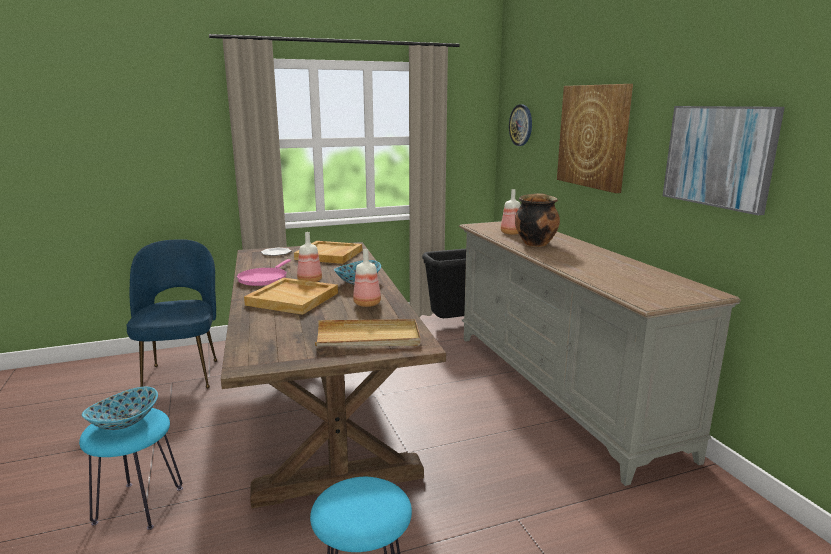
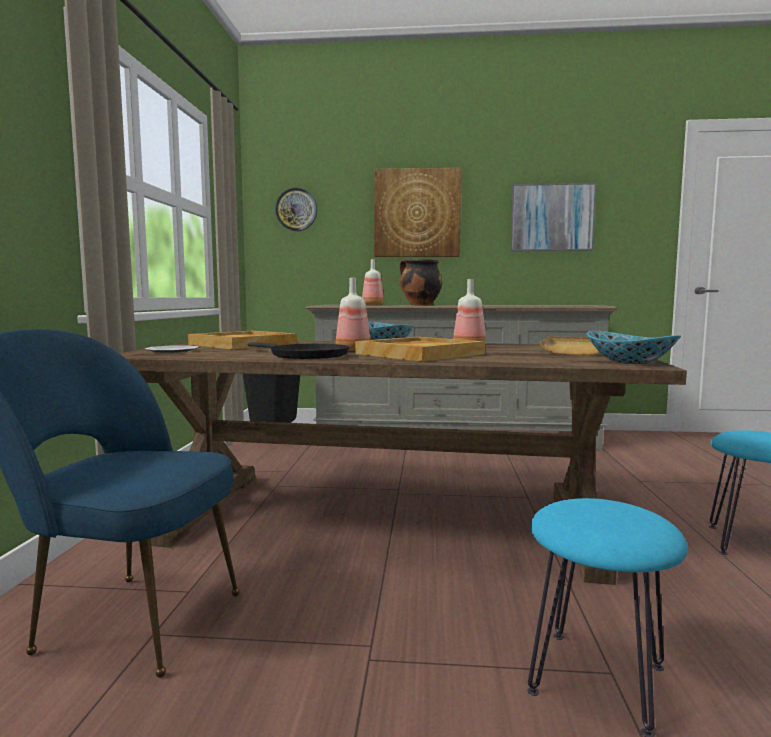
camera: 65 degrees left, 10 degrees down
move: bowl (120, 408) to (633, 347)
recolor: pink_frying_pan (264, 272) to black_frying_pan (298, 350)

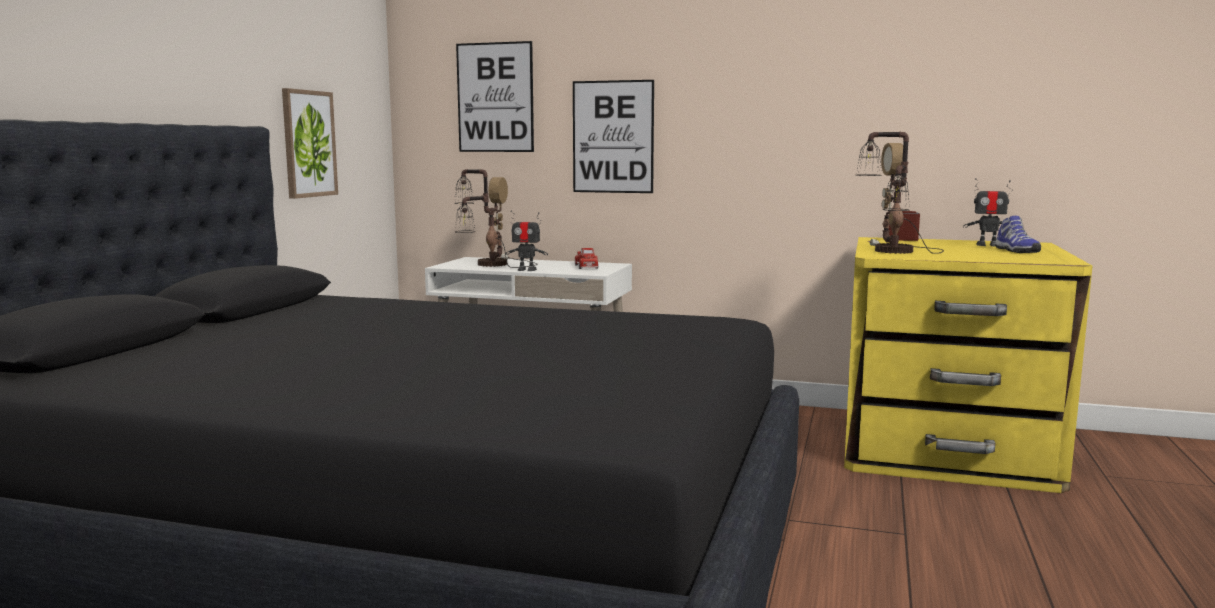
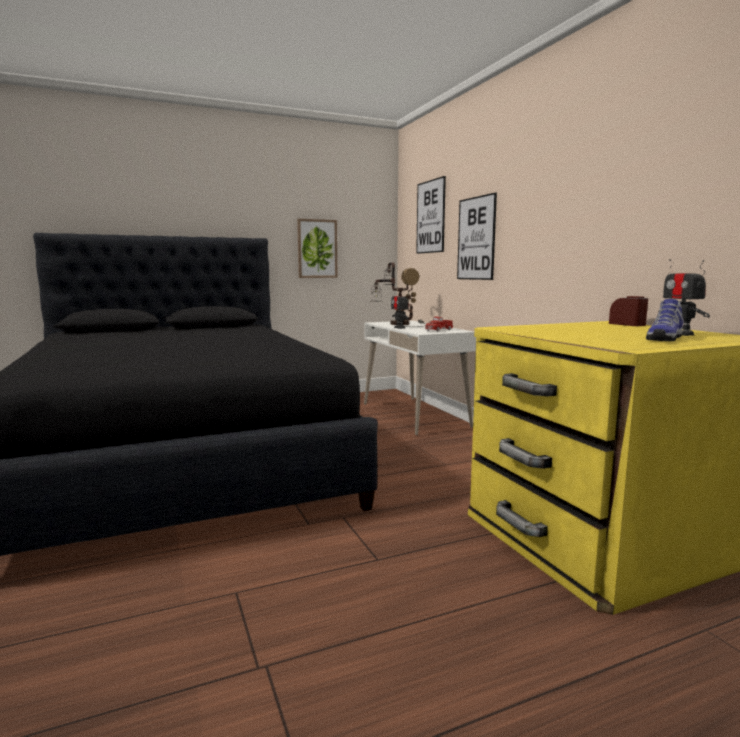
camera: 50 degrees right, 0 degrees up
delete: table_lamp (900, 192)

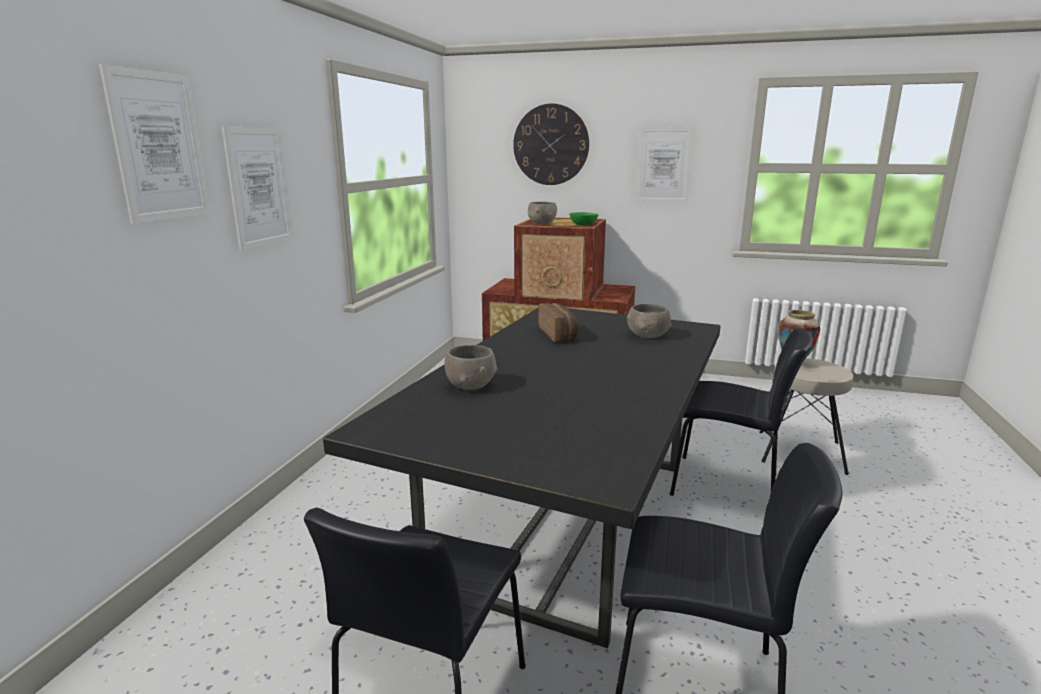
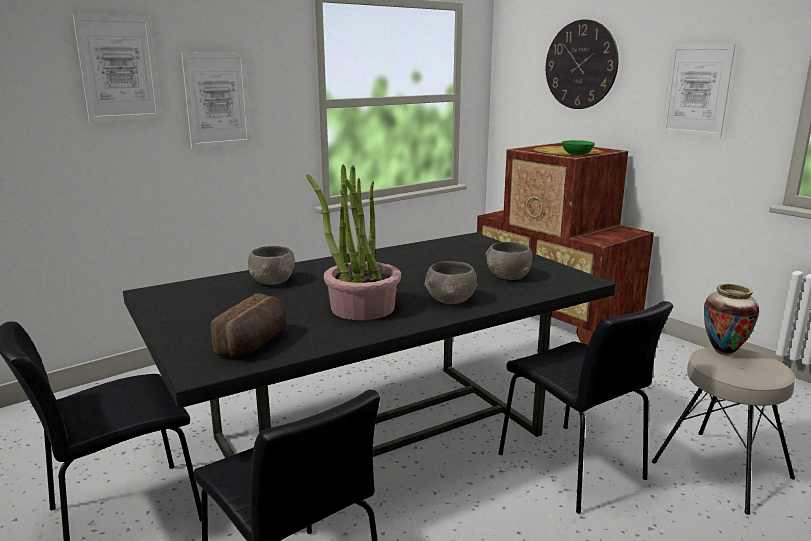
camera: 35 degrees right, 0 degrees up
insert: potted_plant (353, 242)
move: grey_bowl (542, 213) to (451, 282); bread (559, 323) to (248, 325)

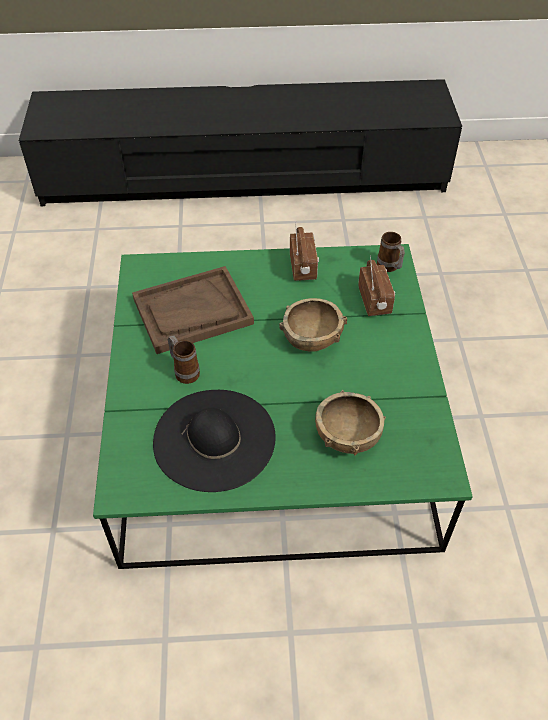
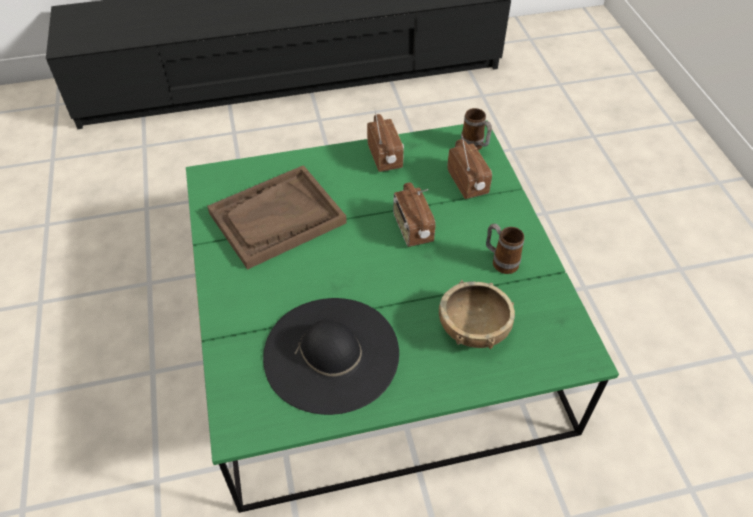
camera: 10 degrees left, 0 degrees up
move: mug (184, 359) to (505, 249)
replace: brown_bowl (313, 325) to radio (414, 214)

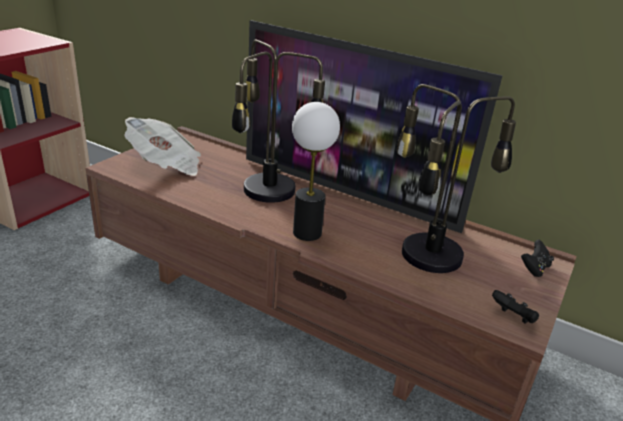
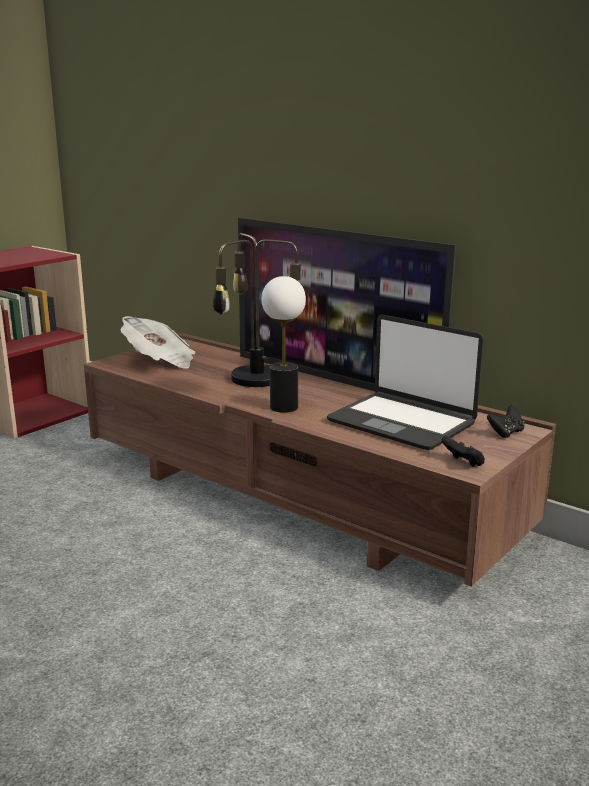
camera: 10 degrees right, 10 degrees down
replace: table_lamp (456, 178) to laptop (405, 382)

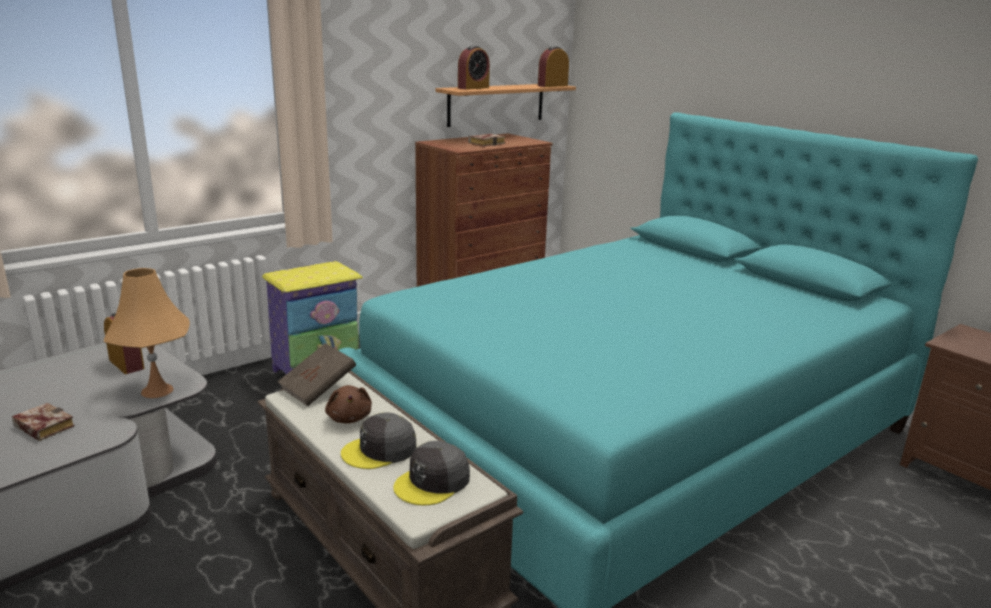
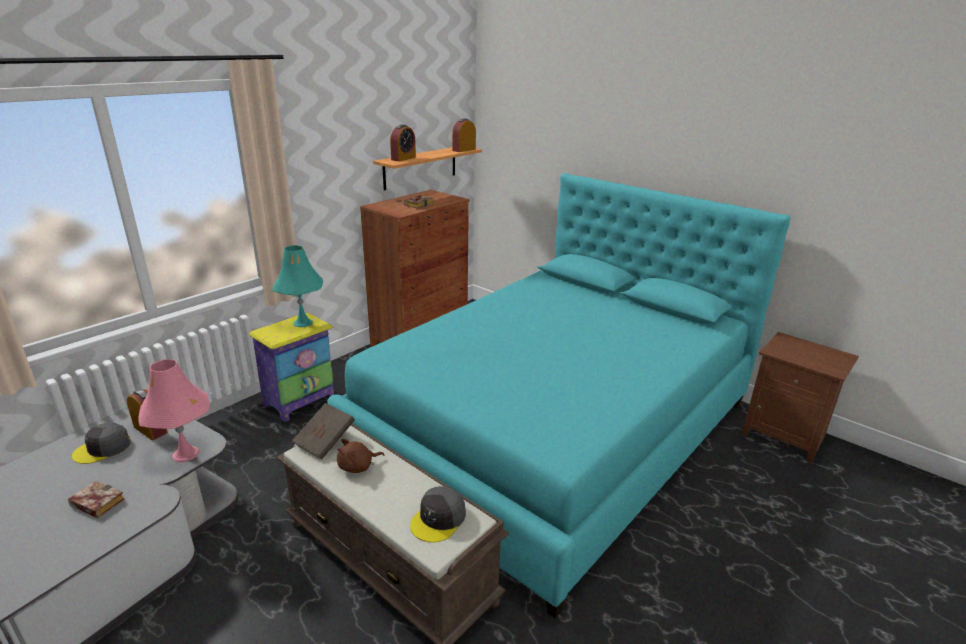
camera: 10 degrees left, 5 degrees up
insert: turquoise_table_lamp (297, 286)
move: grey_cap (379, 440) to (101, 443)
recolor: orange_table_lamp (147, 333) to pink_table_lamp (173, 410)
rotate: brown_plush_toy (348, 404) = (361, 456) 90 degrees clockwise

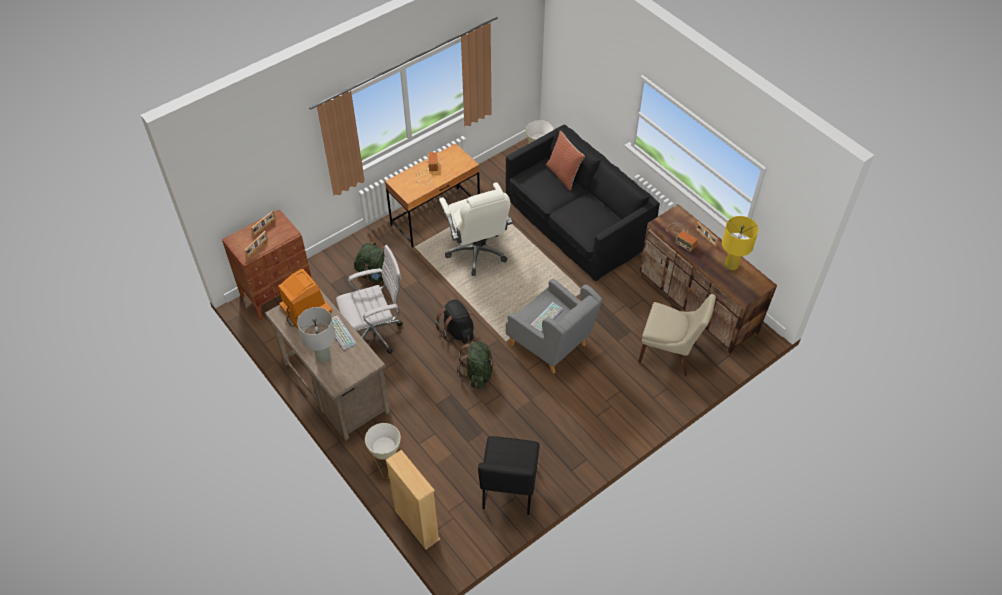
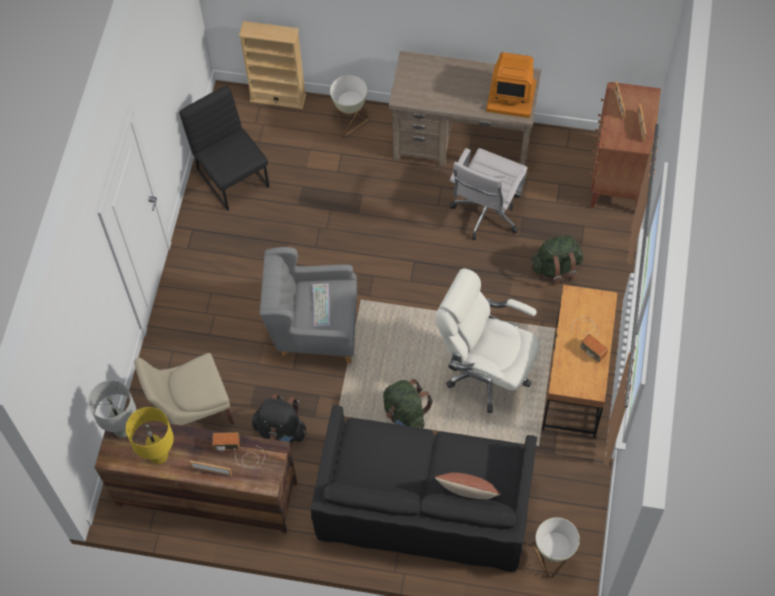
camera: 140 degrees right, 10 degrees up
delete: keyboard (341, 332)
move: grey_table_lamp (316, 334) to (112, 409); black_backpack (454, 321) to (279, 418); green_backpack (476, 365) to (408, 404)

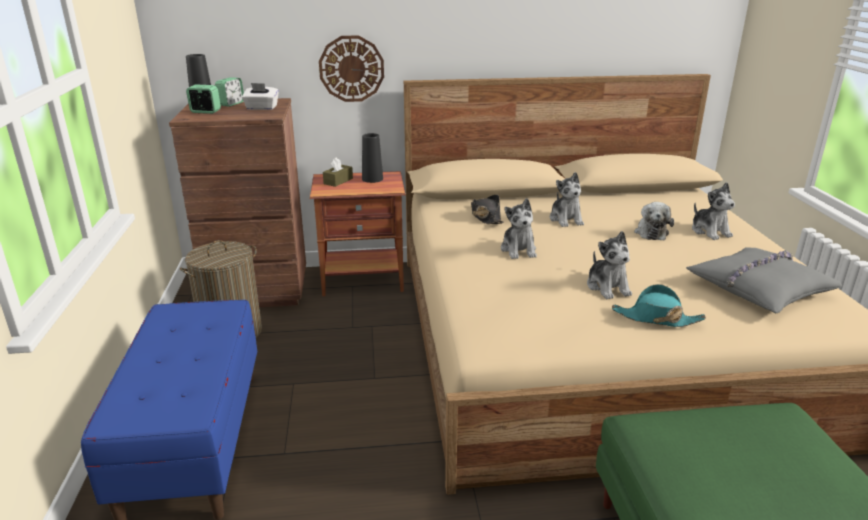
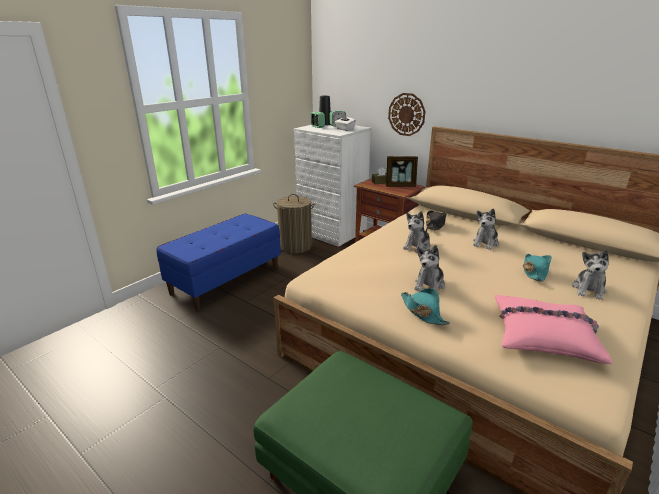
camera: 45 degrees right, 0 degrees up
replace: black_vase (372, 158) to picture_frame (402, 171); plush_toy (654, 221) to turquoise_hat (537, 268)
recolor: brown_dresser (237, 202) to white_dresser (332, 186); grey_pillow (764, 280) to pink_pillow (553, 329)

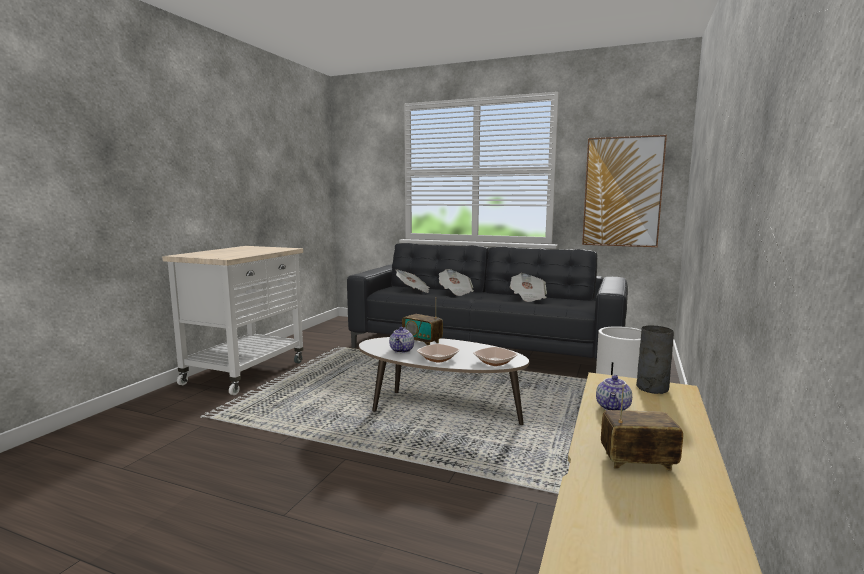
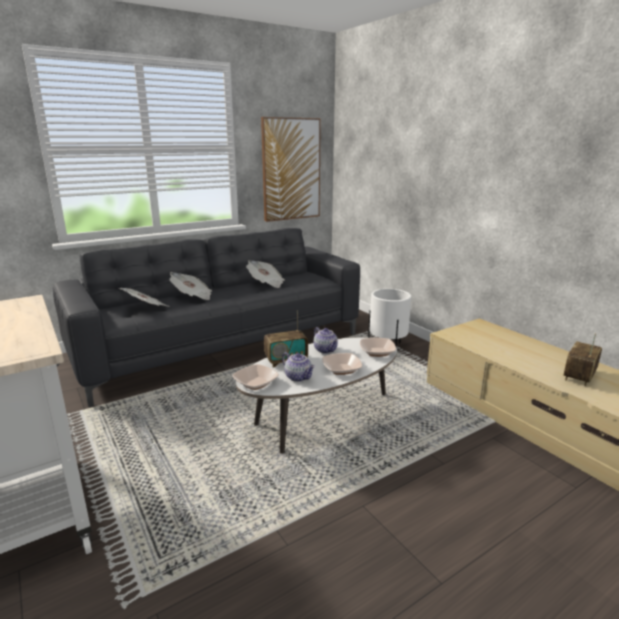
camera: 55 degrees left, 10 degrees up
delete: grey_vase (655, 359)
insert: bowl (255, 377)
move: teapot (614, 392) to (326, 340)

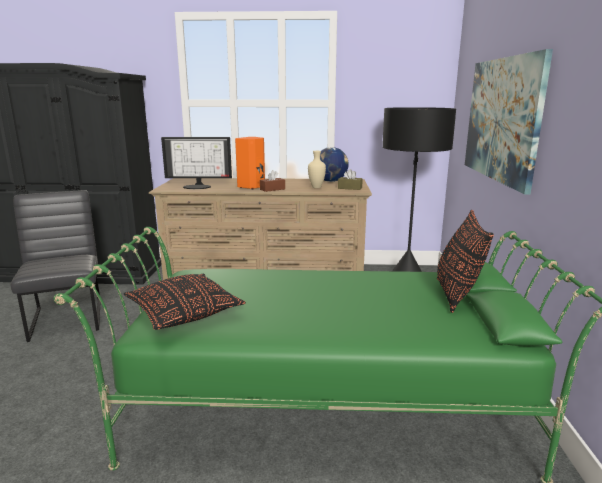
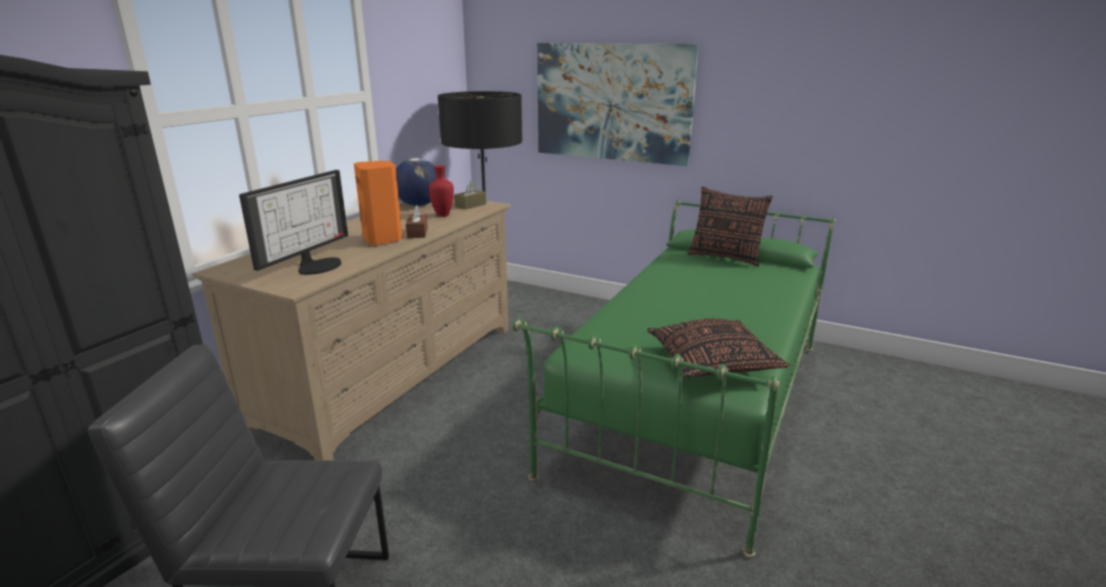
camera: 65 degrees left, 5 degrees up
recolor: beige_vase (317, 169) to red_vase (441, 191)

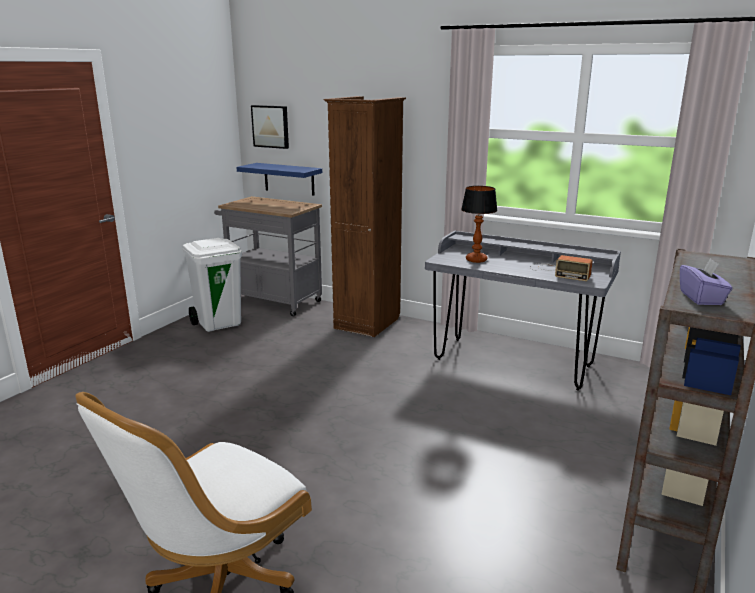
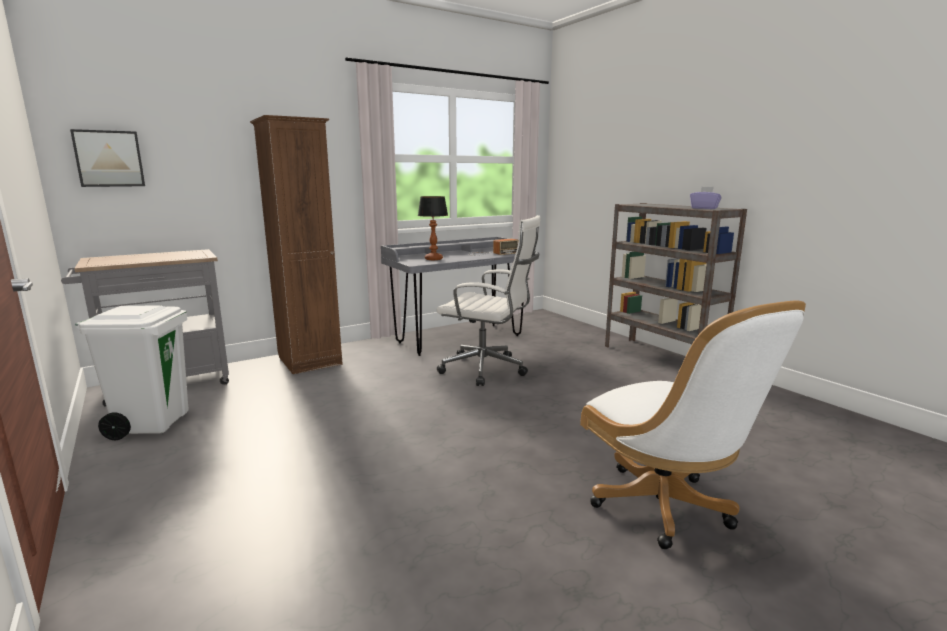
camera: 60 degrees left, 5 degrees down
delete: blue_shelf (279, 179)
insert: white_office_chair (488, 300)

